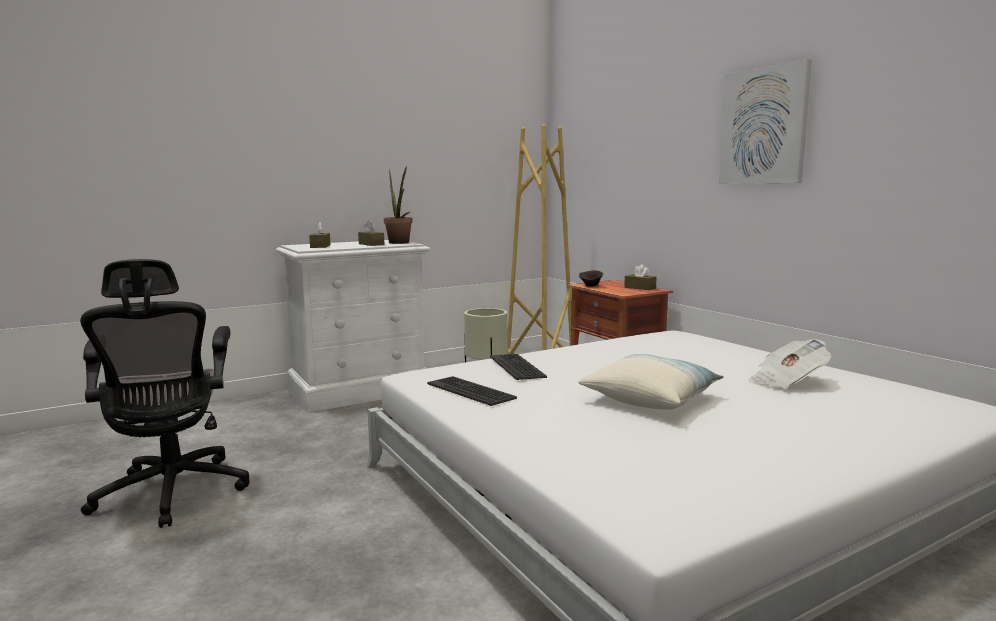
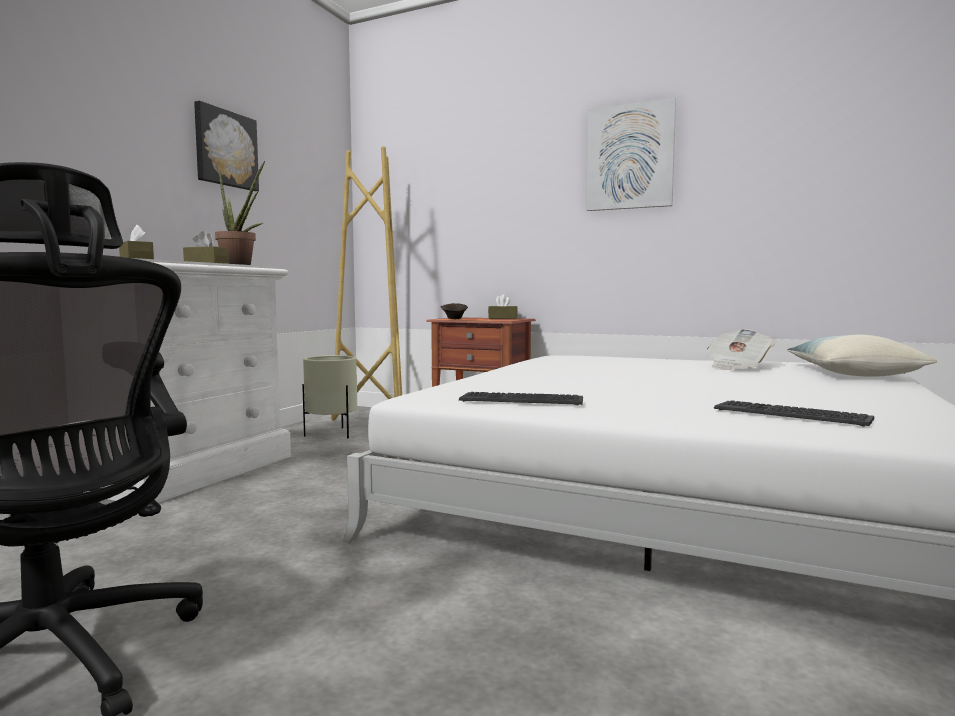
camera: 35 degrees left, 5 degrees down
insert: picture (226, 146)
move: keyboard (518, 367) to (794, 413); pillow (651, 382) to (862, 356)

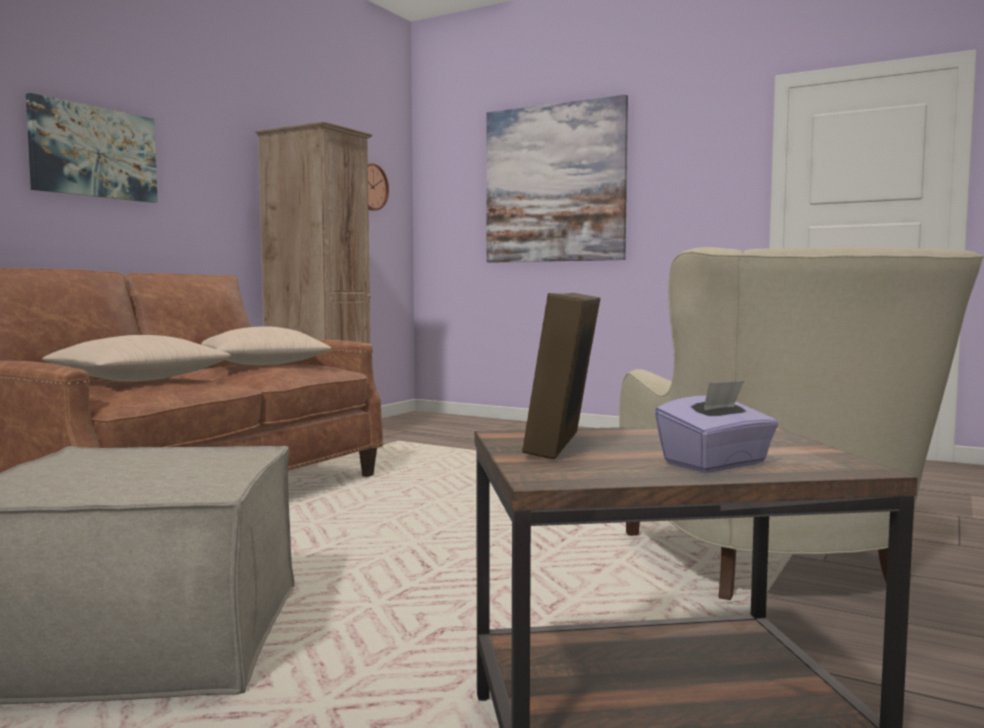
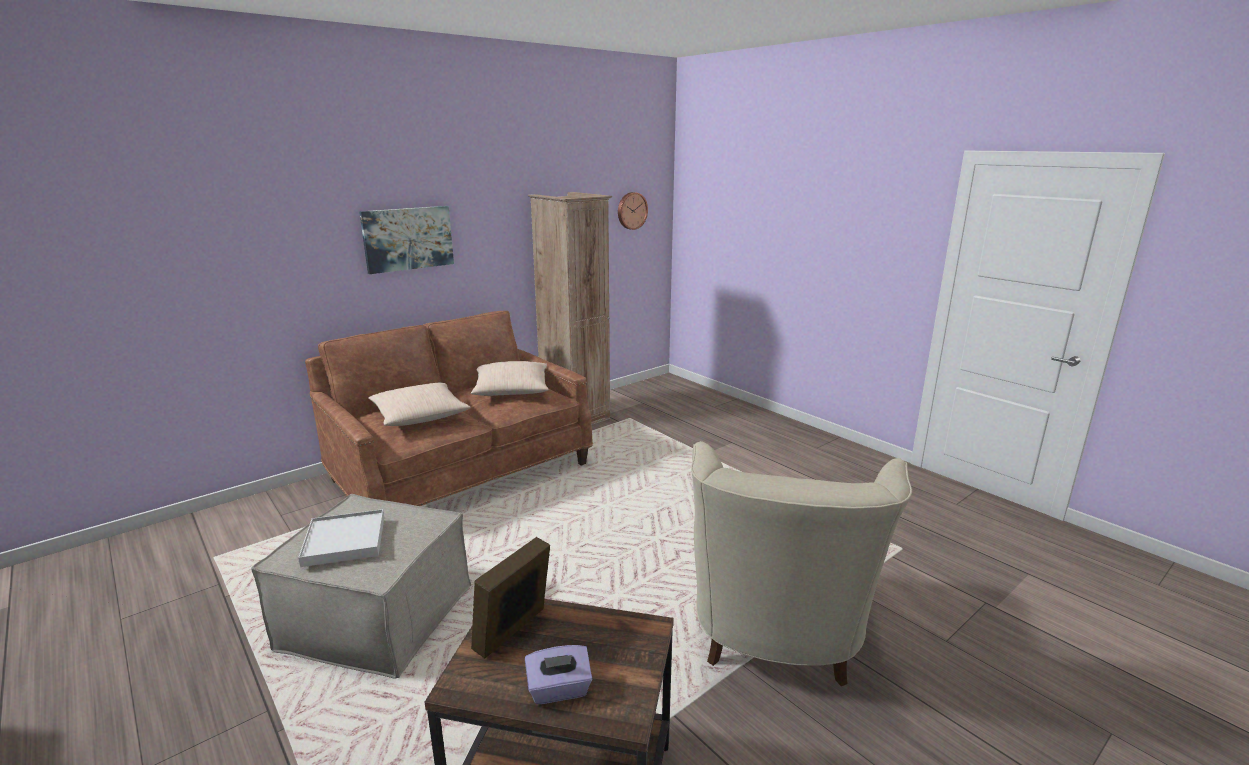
camera: 20 degrees right, 15 degrees up
delete: picture (557, 178)
insert: white_tray (341, 538)

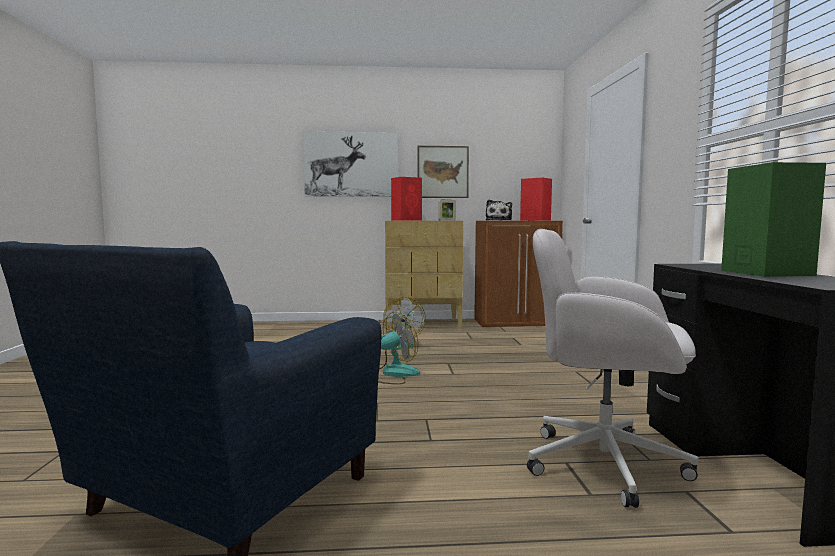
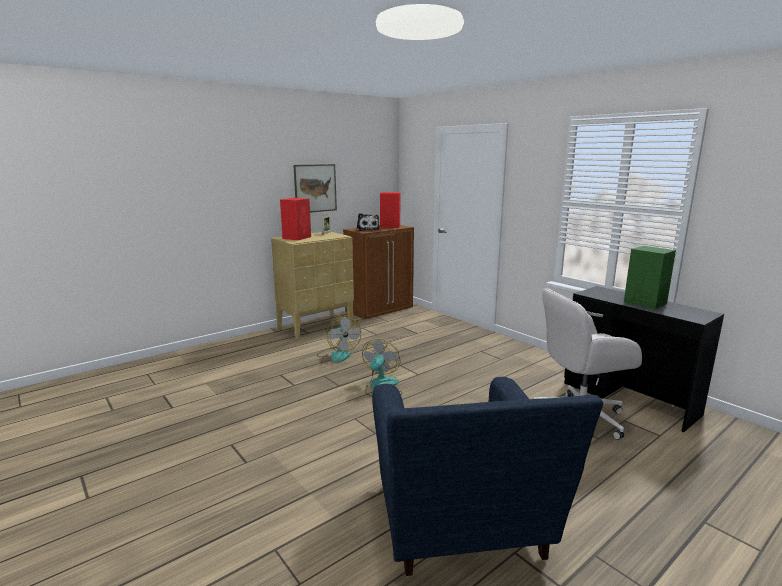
camera: 35 degrees left, 10 degrees up
delete: picture (350, 164)

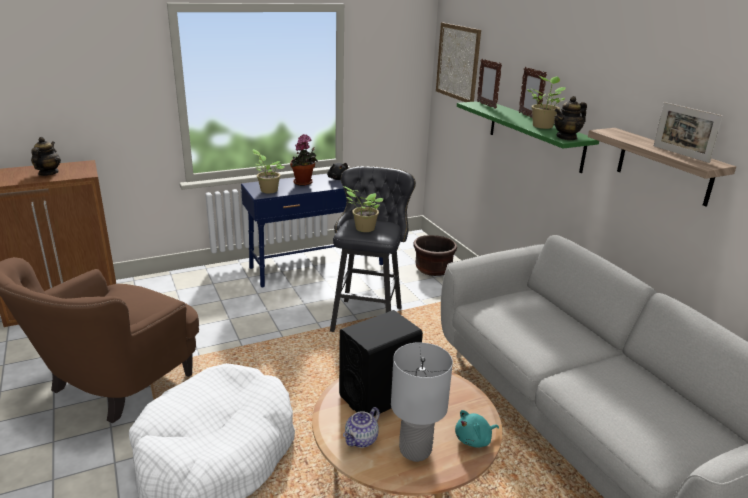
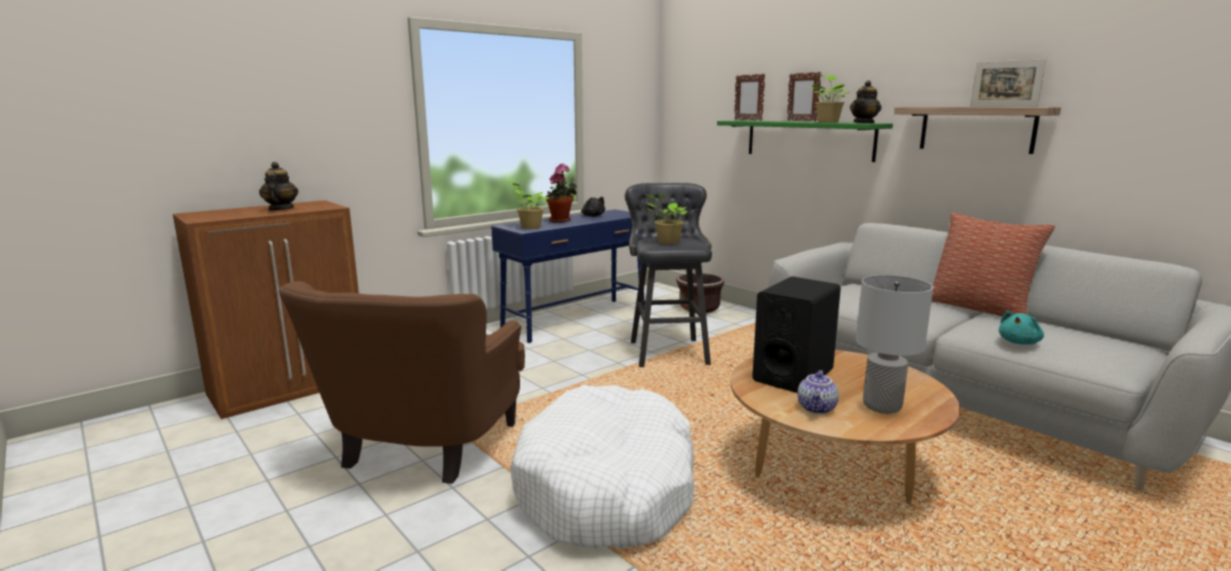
camera: 15 degrees left, 10 degrees down
delete: picture (458, 62)
insert: pillow (993, 264)
move: turquoise_plush_toy (477, 429) to (1021, 328)

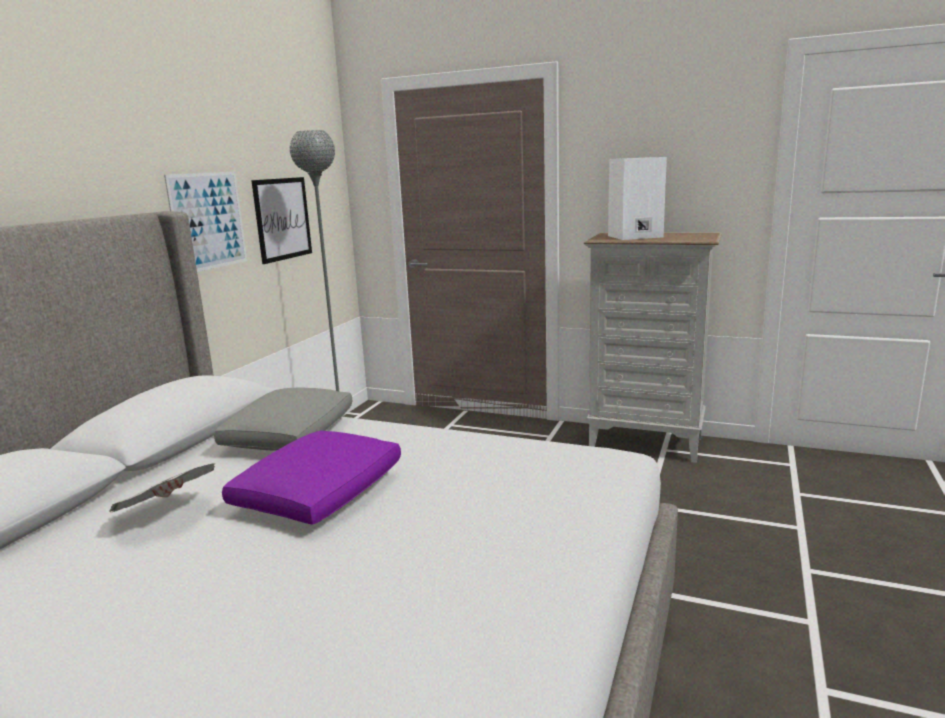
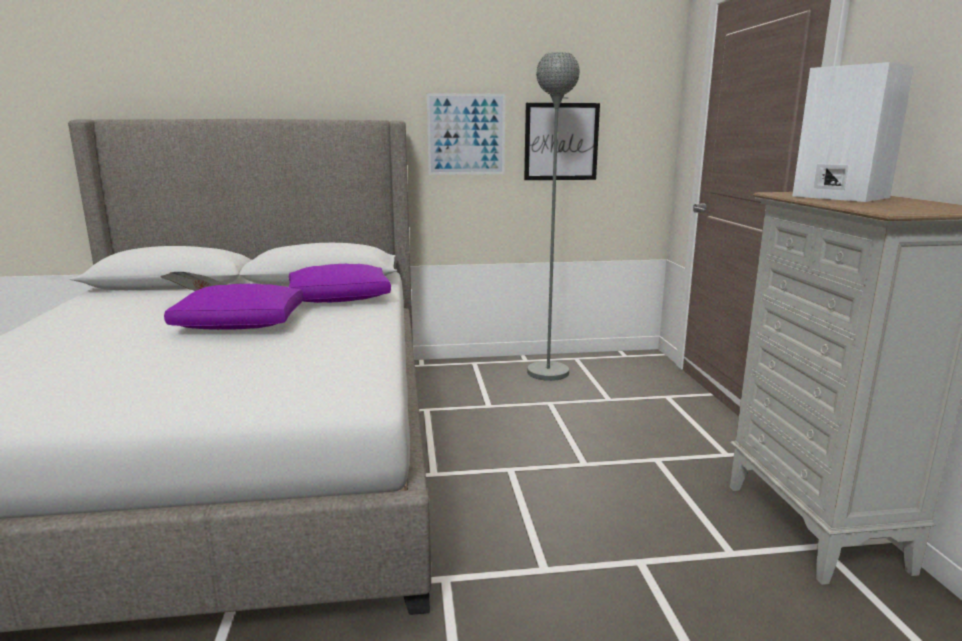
camera: 60 degrees right, 0 degrees up
recolor: grey_pillow (283, 418) to purple_pillow (340, 283)

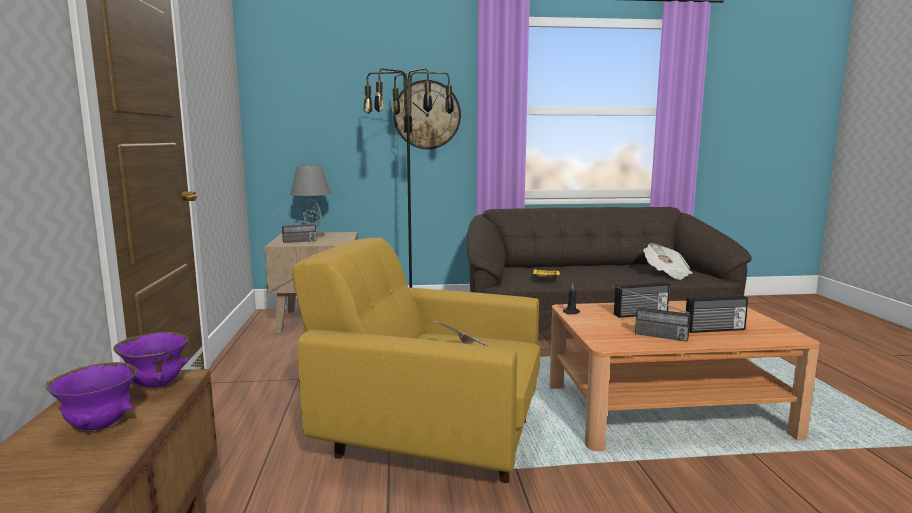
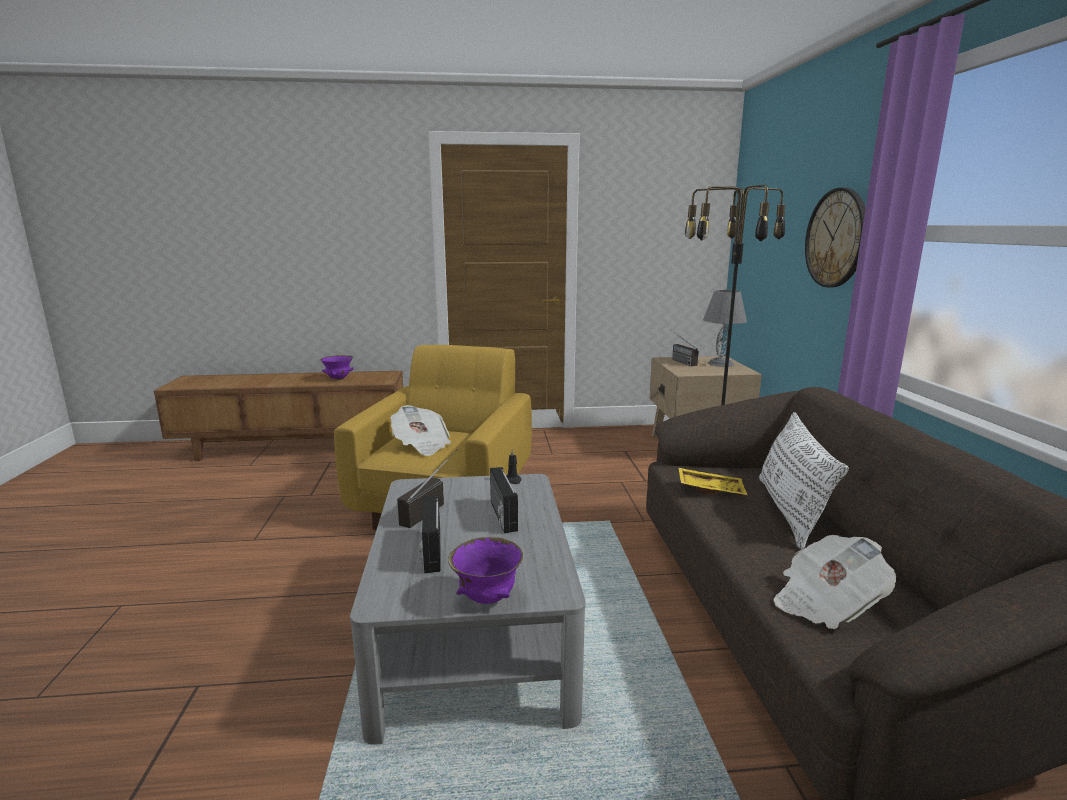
camera: 90 degrees right, 5 degrees up
insert: white_pillow (804, 480)
move: purple_bowl (151, 360) to (485, 570)
recolor: brown_coffee_table (685, 376) to grey_coffee_table (468, 609)

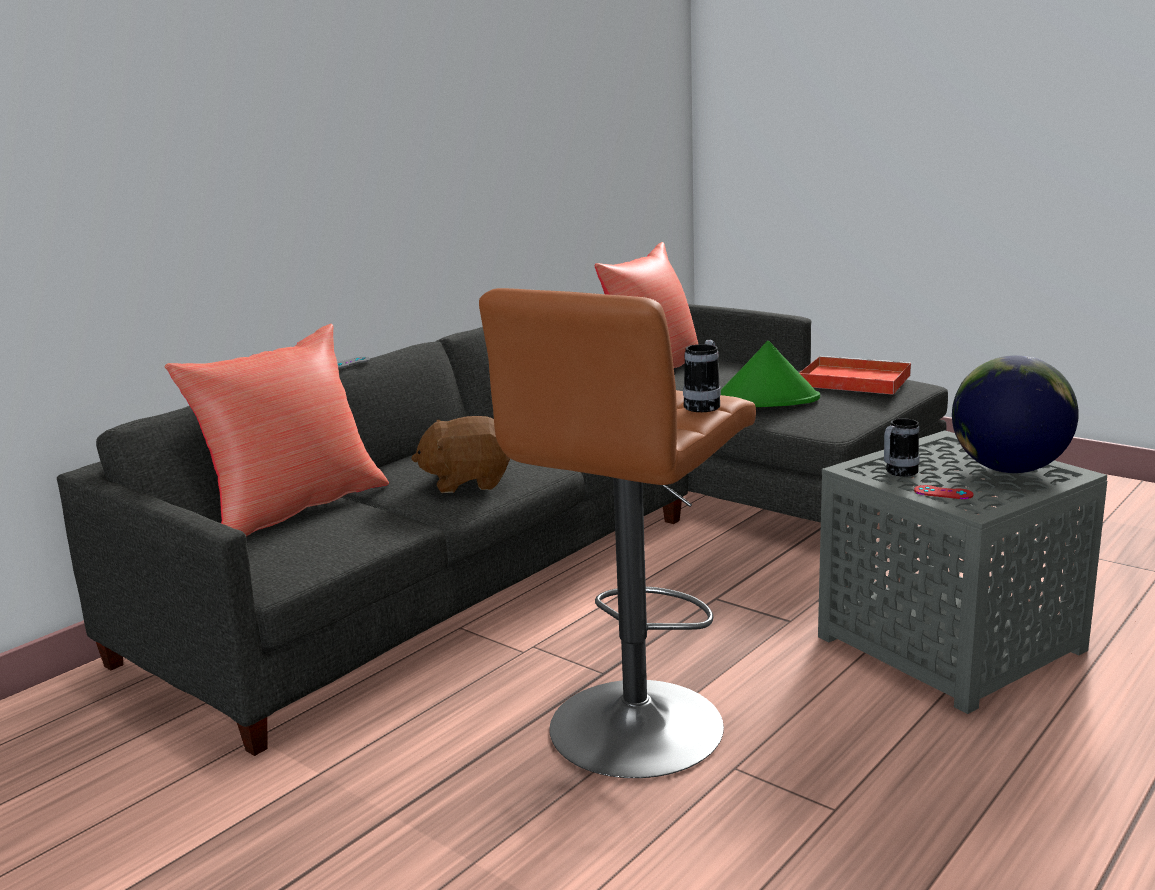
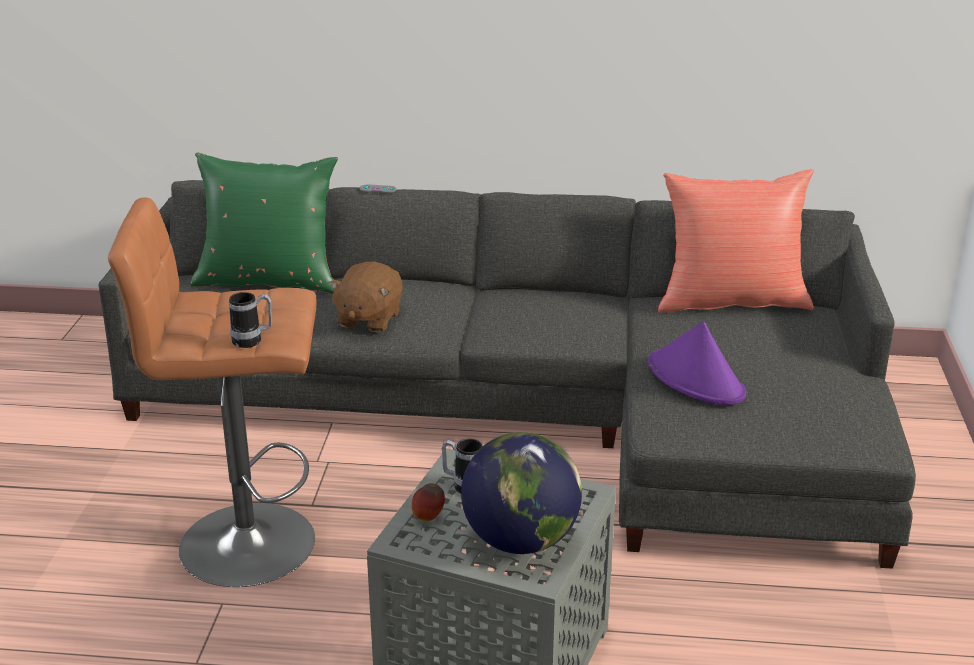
camera: 55 degrees right, 10 degrees up
delete: red_tray (855, 375)
replace: red_game_controller (944, 492) to apple (428, 502)
recolor: red_pillow (277, 430) to green_pillow (264, 223); green_hat (770, 374) to purple_hat (697, 363)
rotate: brown_plush_toy (460, 454) = (365, 297) 120 degrees counterclockwise

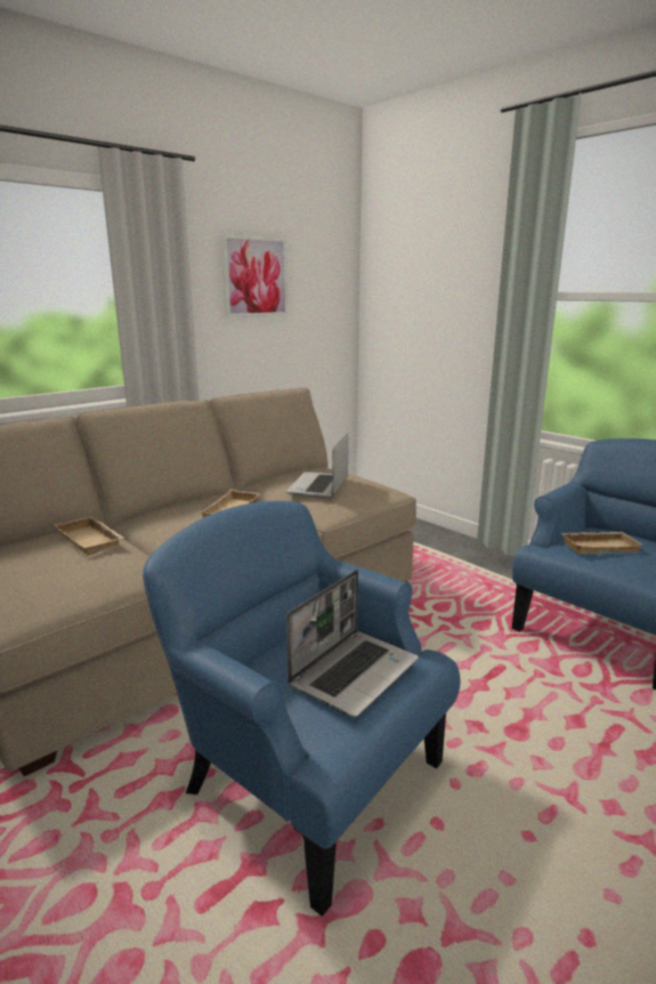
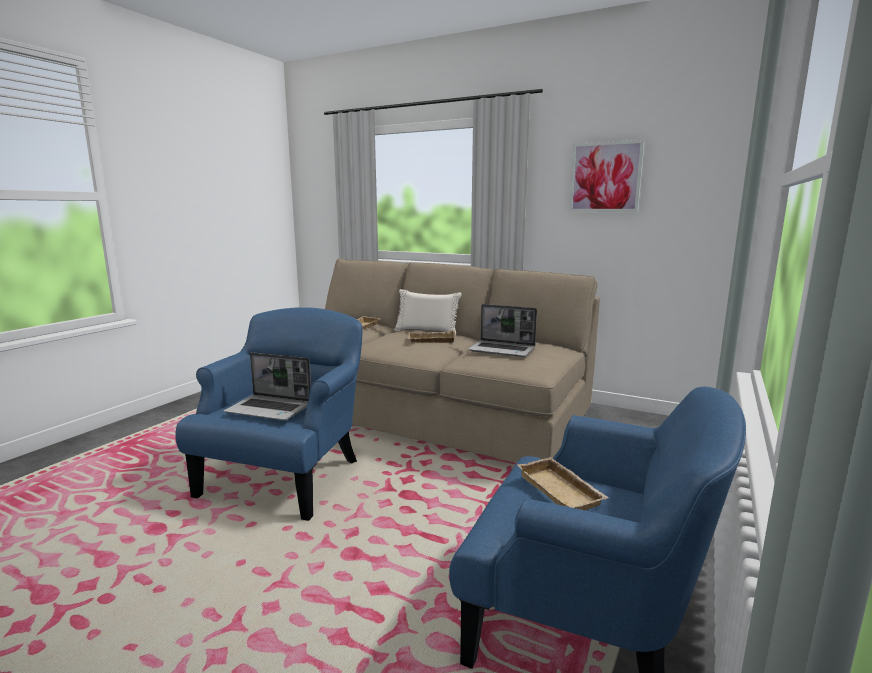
camera: 70 degrees right, 5 degrees down
insert: white_pillow (427, 311)
rotate: laptop (317, 466) = (502, 330) 150 degrees counterclockwise

